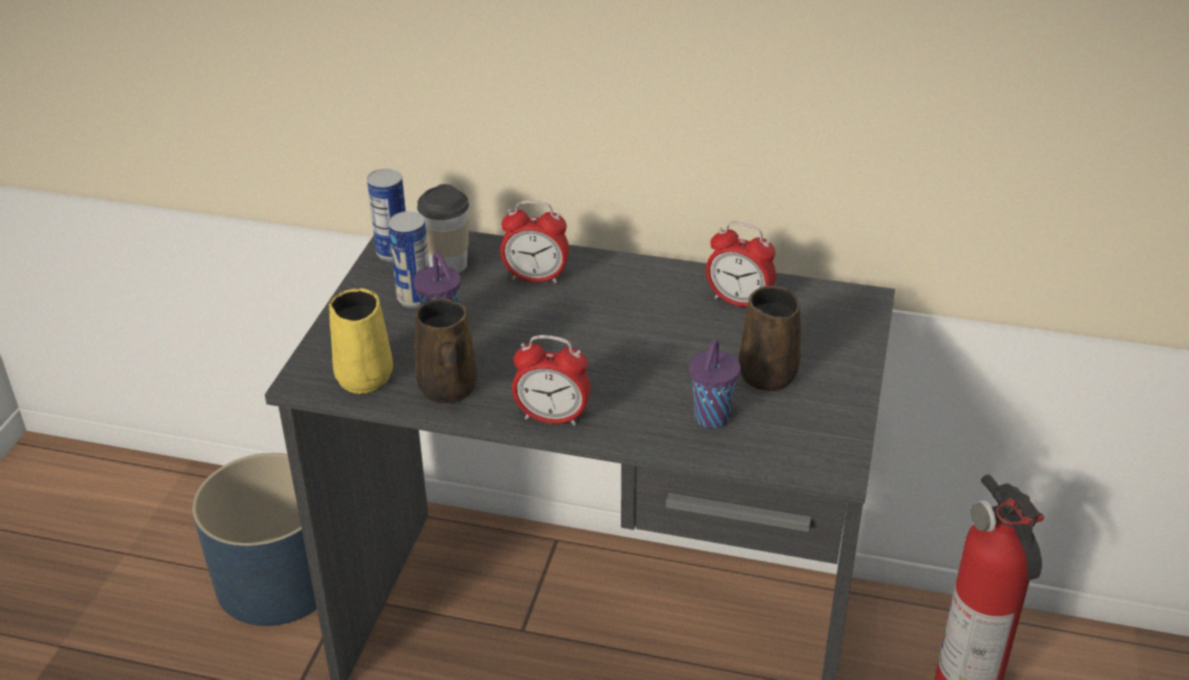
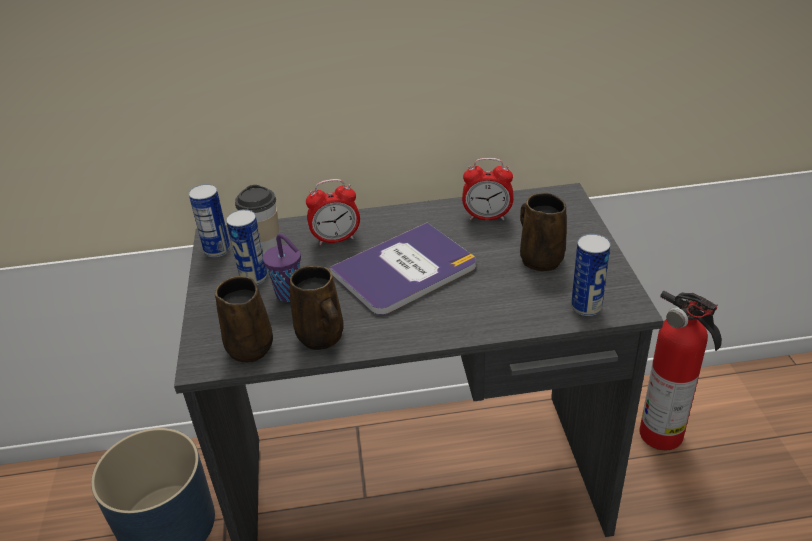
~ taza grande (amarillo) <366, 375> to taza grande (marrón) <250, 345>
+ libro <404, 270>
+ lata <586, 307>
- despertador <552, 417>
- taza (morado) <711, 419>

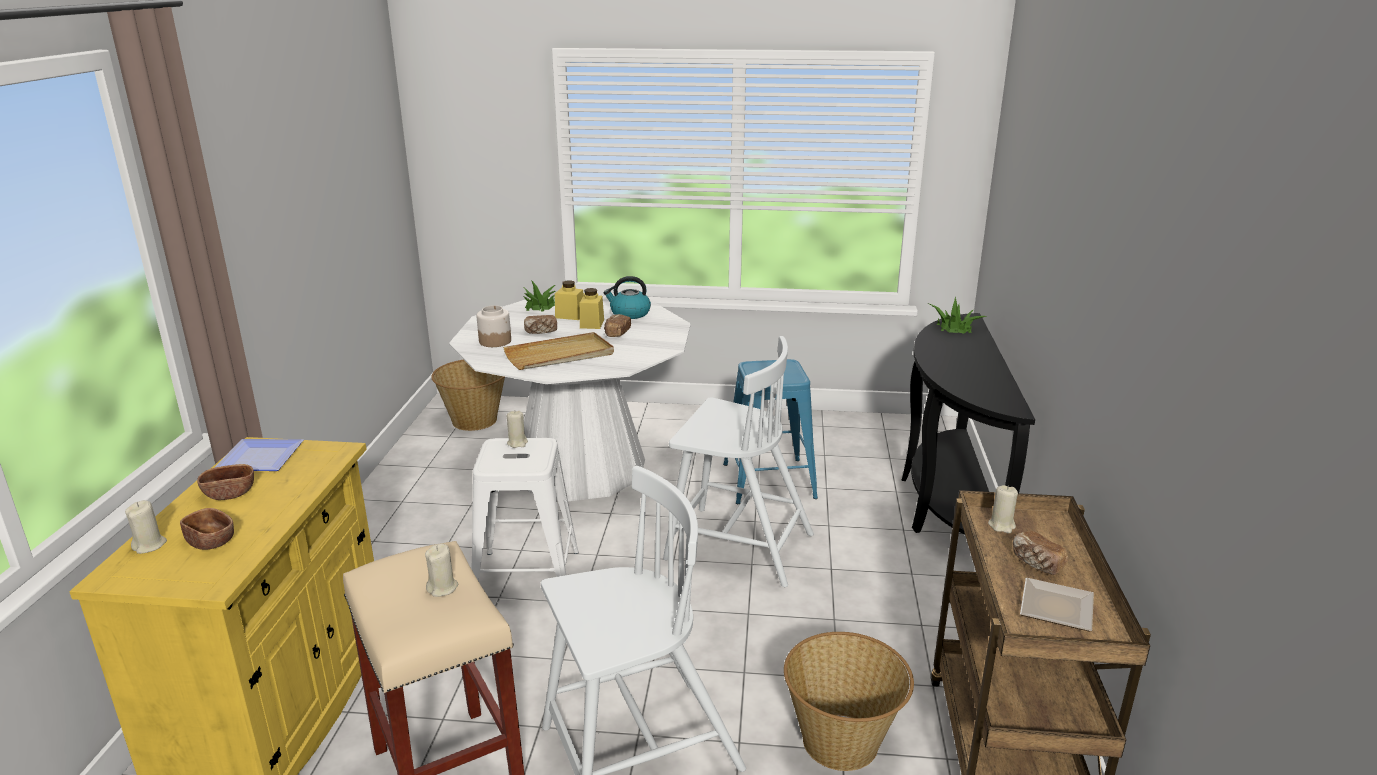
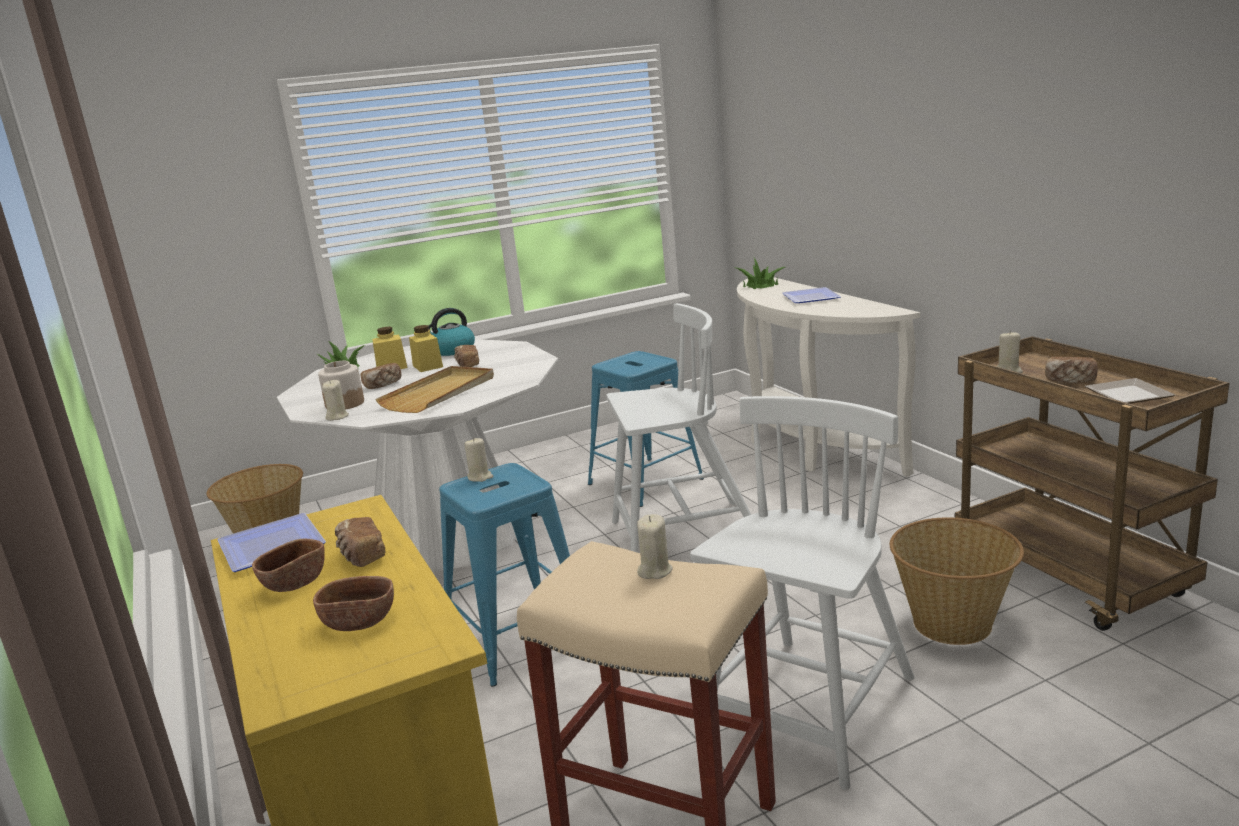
~ vela (beis) <150, 545> to <337, 417>
+ pan <361, 556>
~ taburete (blanco) <527, 579> to taburete (azul) <518, 638>
~ mesa consola (negro) <946, 505> to mesa consola (blanco) <808, 447>
+ plato <809, 299>

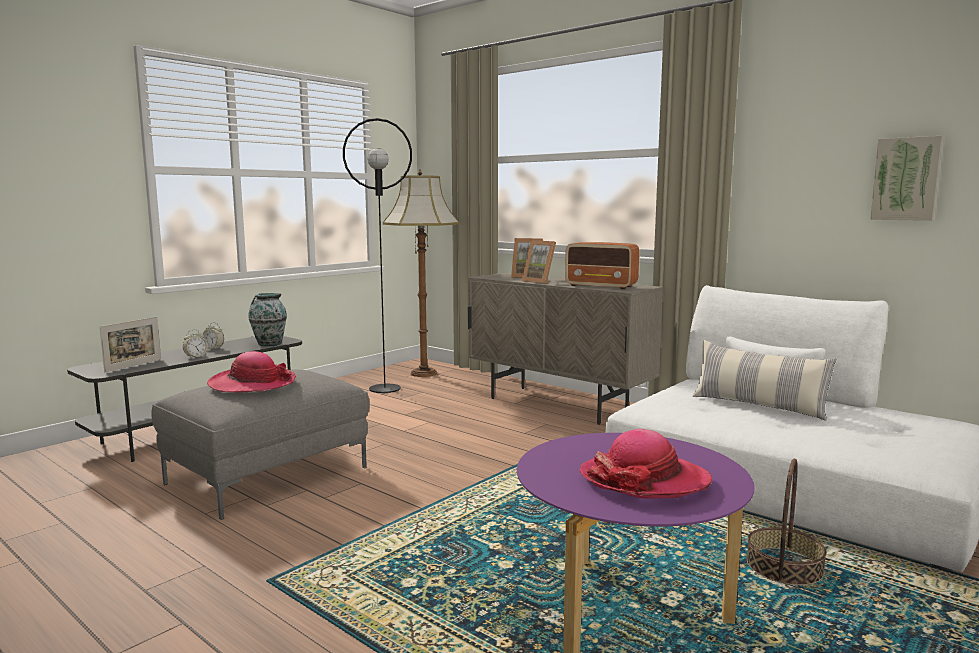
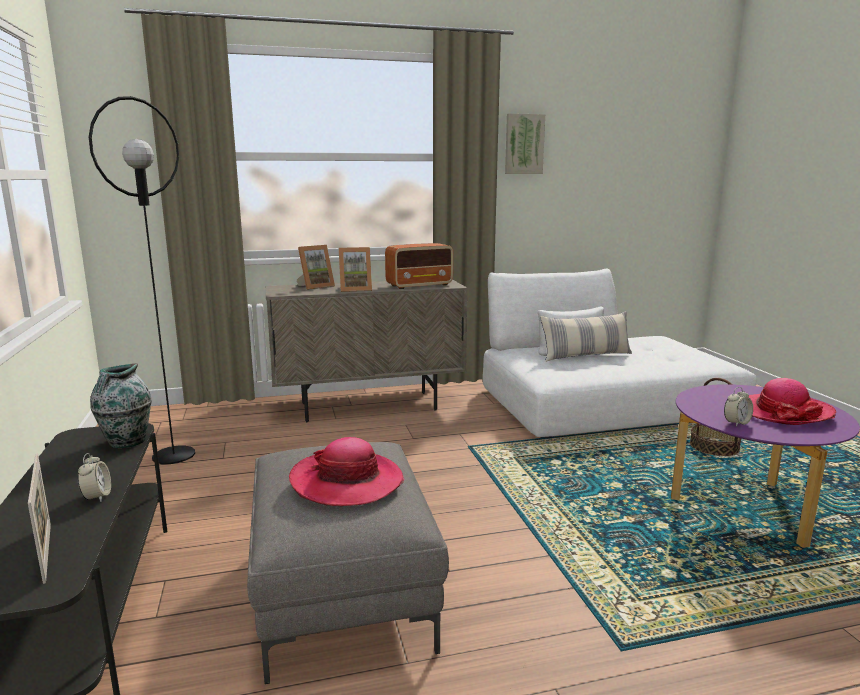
~ cuadro <906, 179> to <523, 144>
~ despertador <213, 348> to <736, 423>
- lámpara de pie <424, 373>

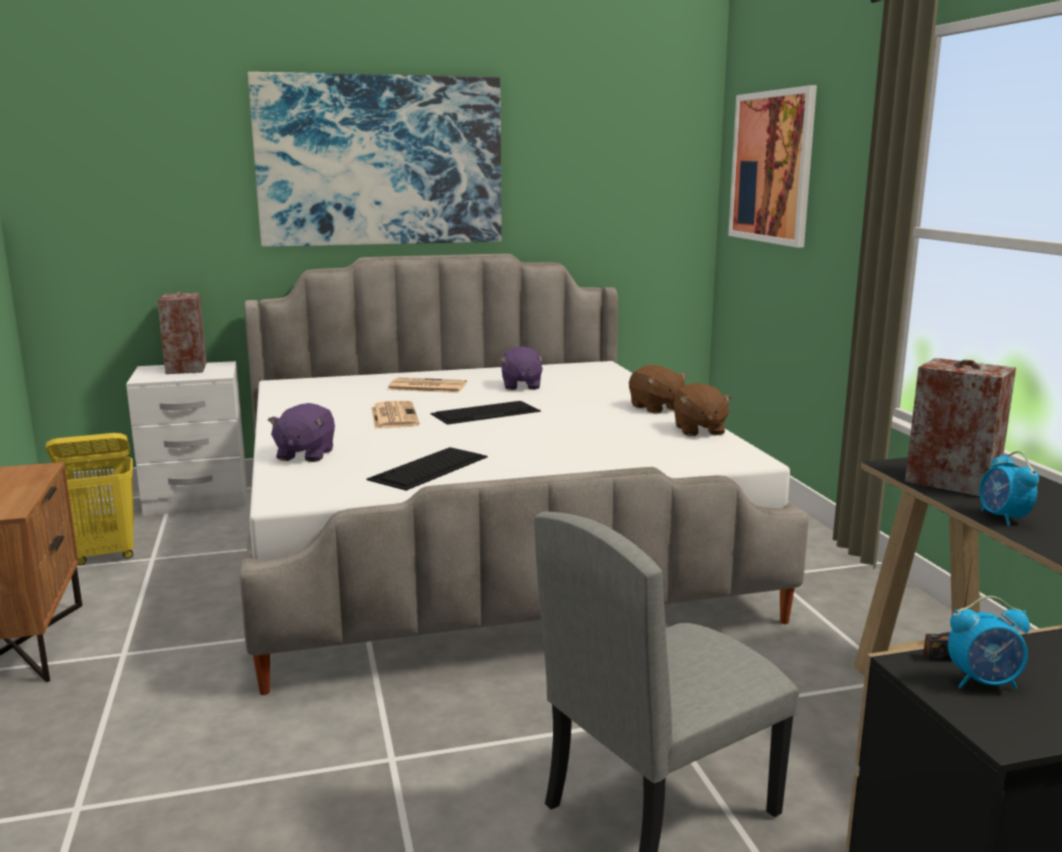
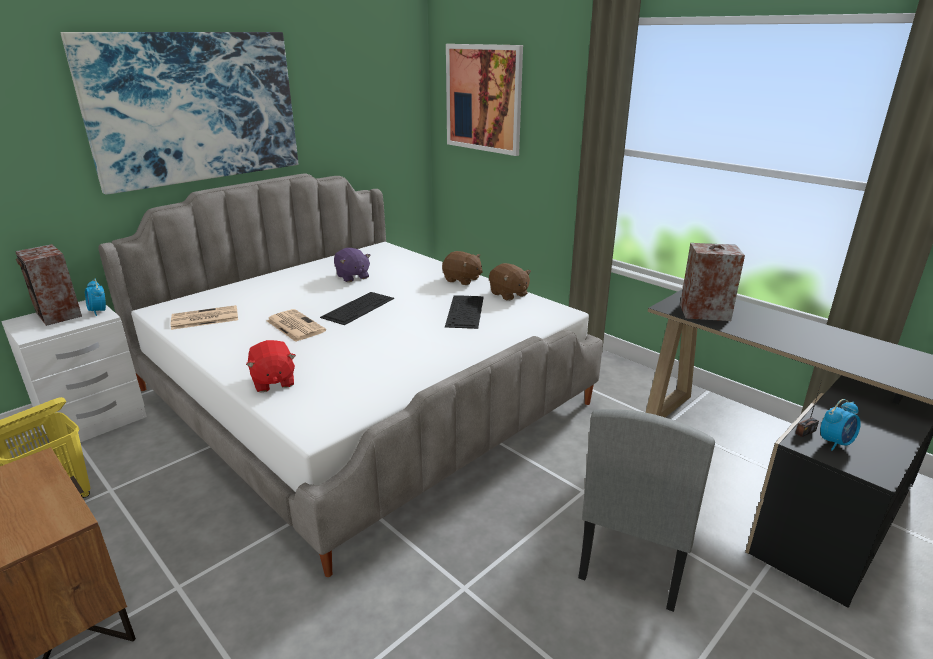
~ despertador <1003, 518> to <99, 311>
~ periódico <426, 387> to <204, 318>
~ peluche (morado) <305, 455> to peluche (rojo) <273, 381>
~ teclado <428, 468> to <465, 311>

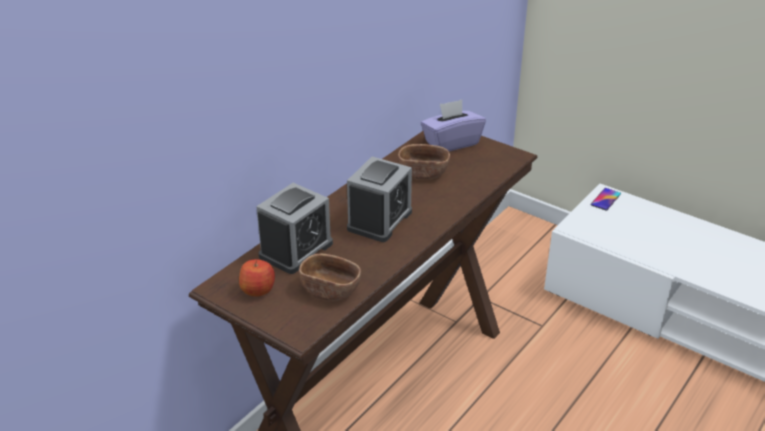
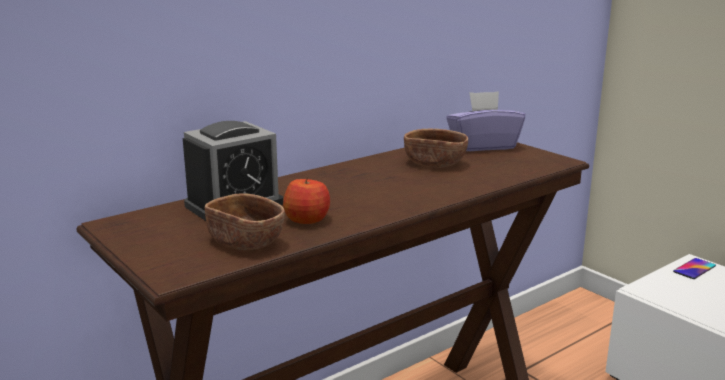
~ manzana <258, 289> to <307, 220>
- despertador <379, 220>

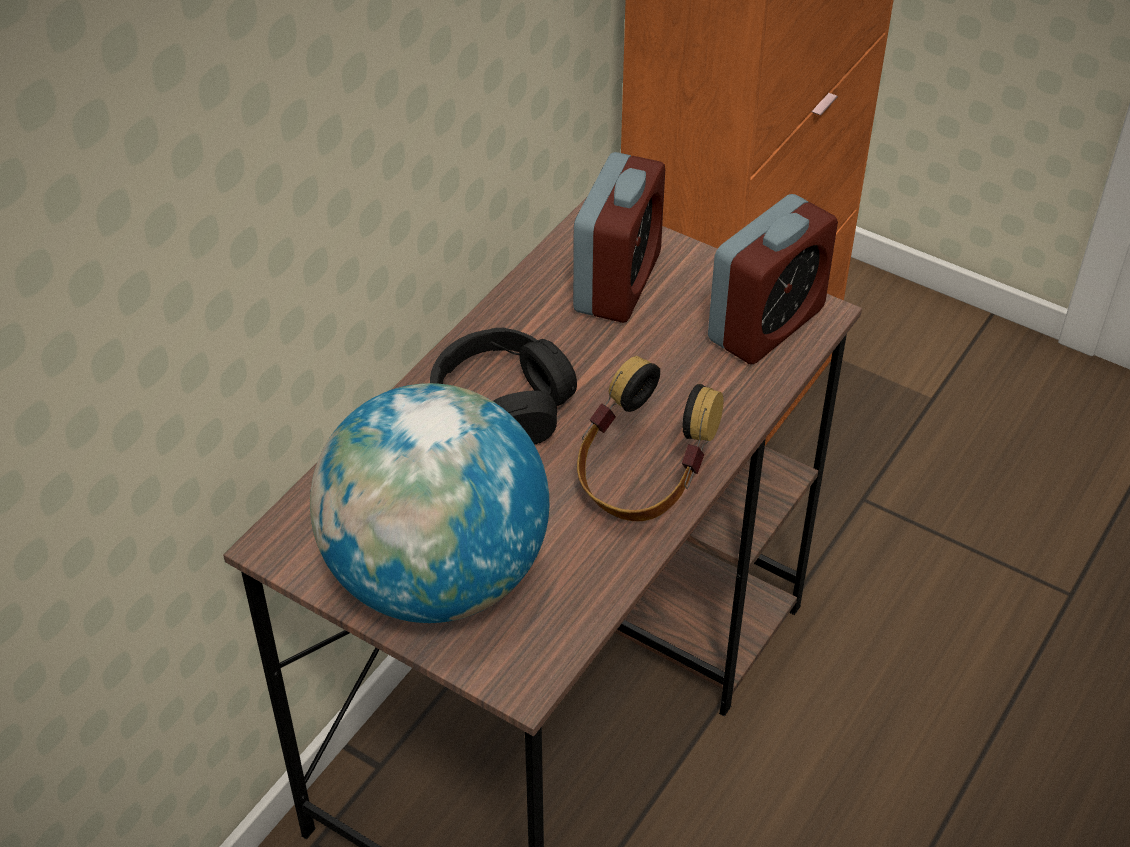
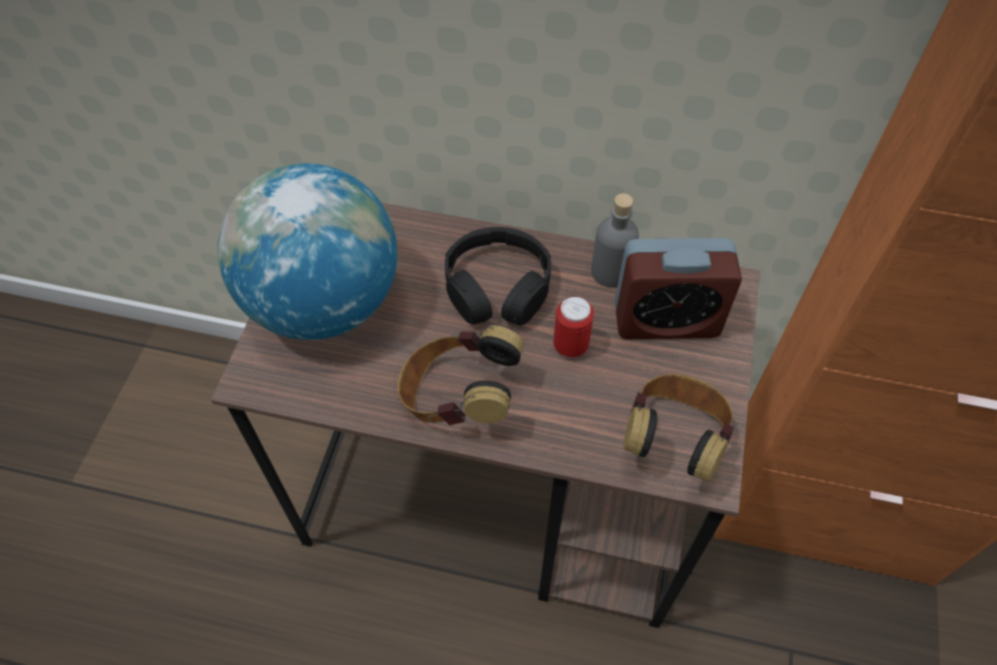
+ lata <570, 346>
+ botella (gris) <610, 271>
~ despertador <766, 324> to auriculares <673, 440>

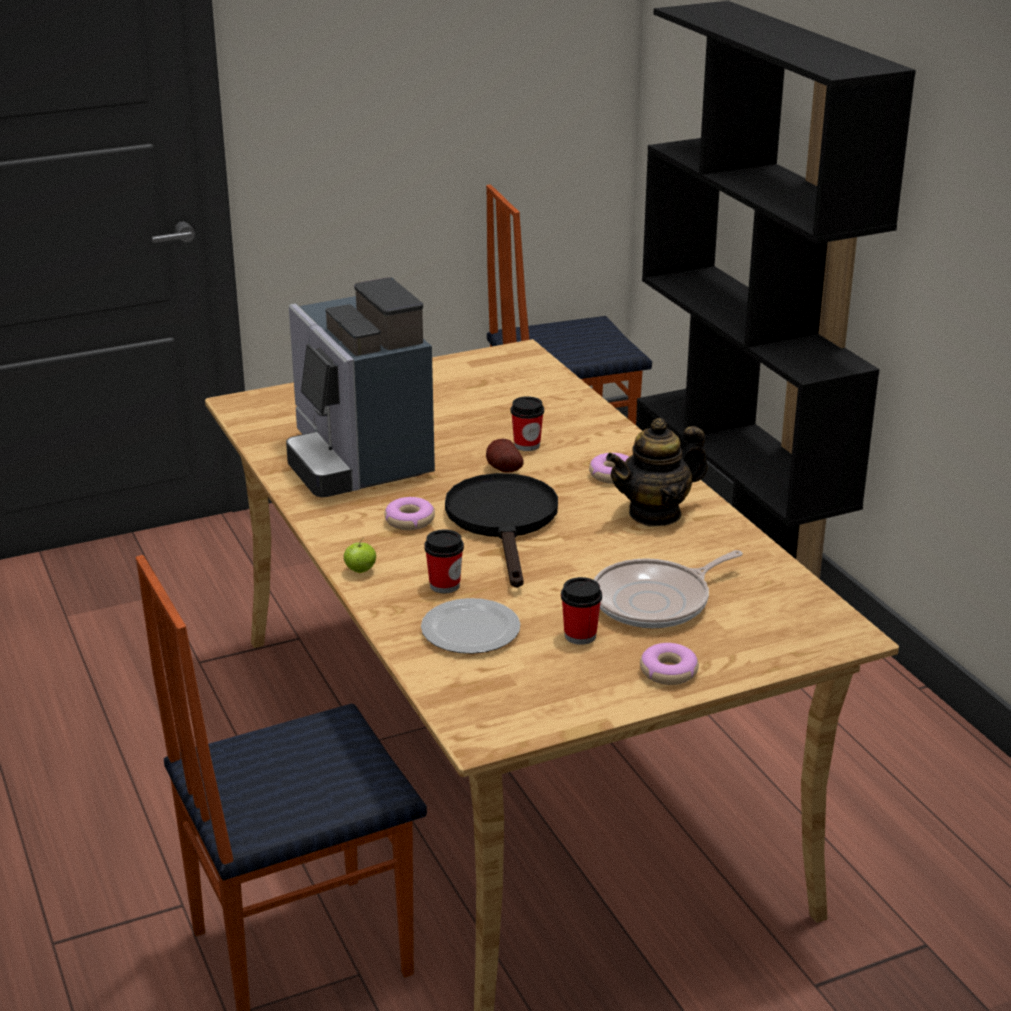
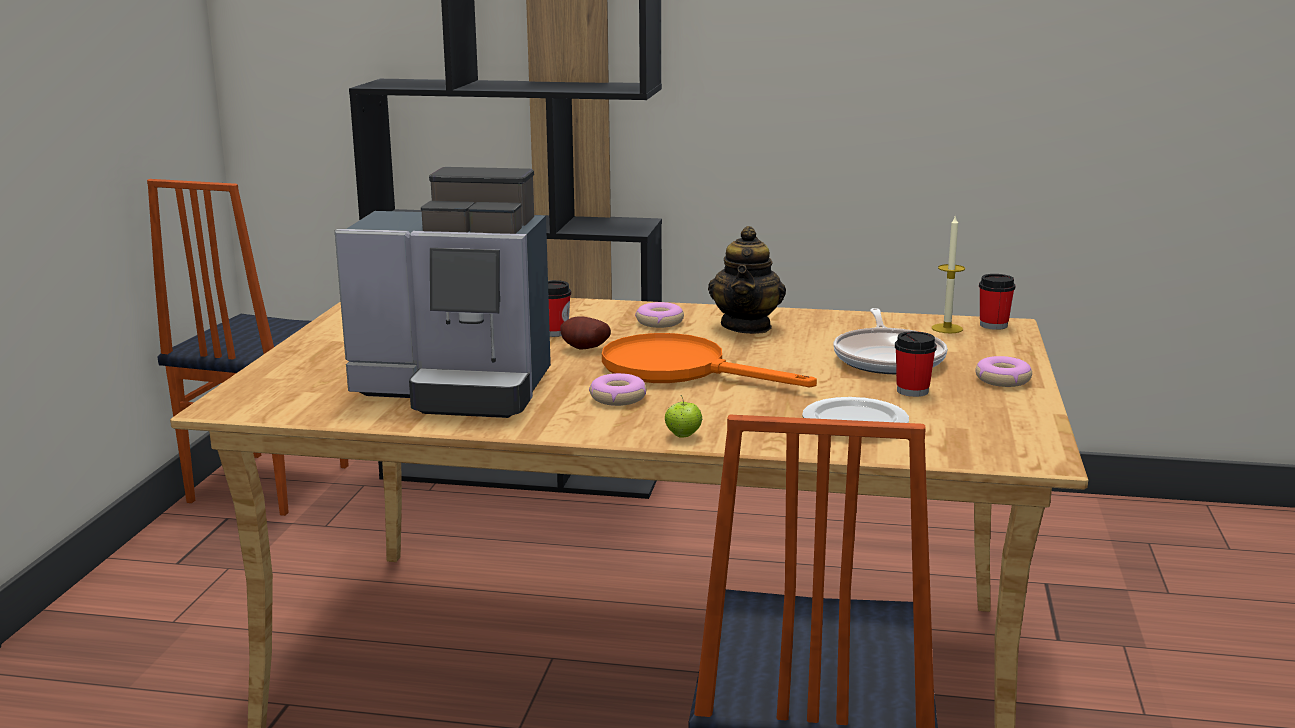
~ sartén (negro) <504, 522> to sartén (naranja) <680, 369>
+ vela <947, 328>
~ taza <444, 585> to <993, 325>

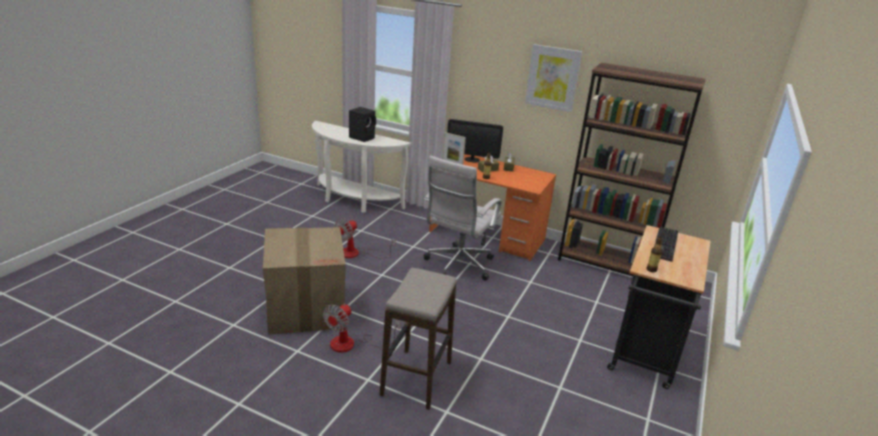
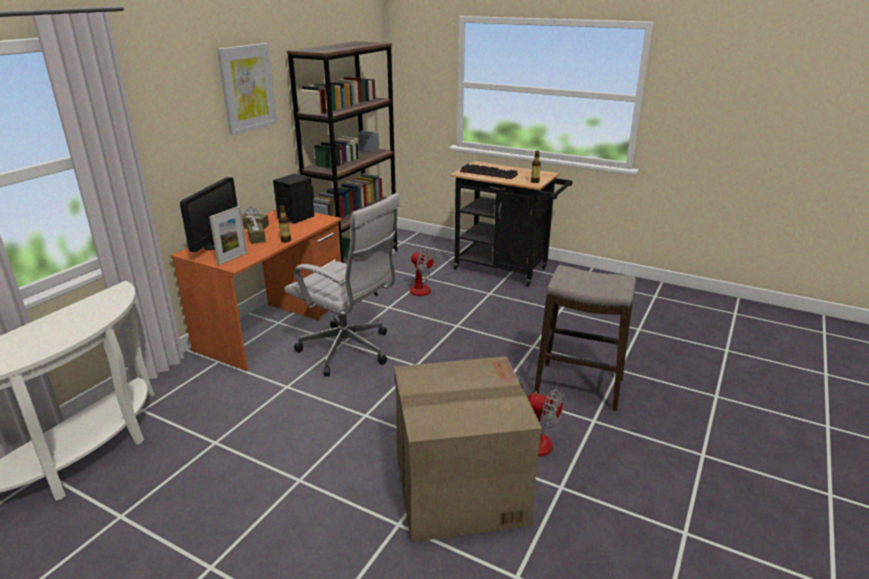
~ altavoz (negro) <362, 137> to <295, 217>
~ ventilador <356, 253> to <421, 287>

